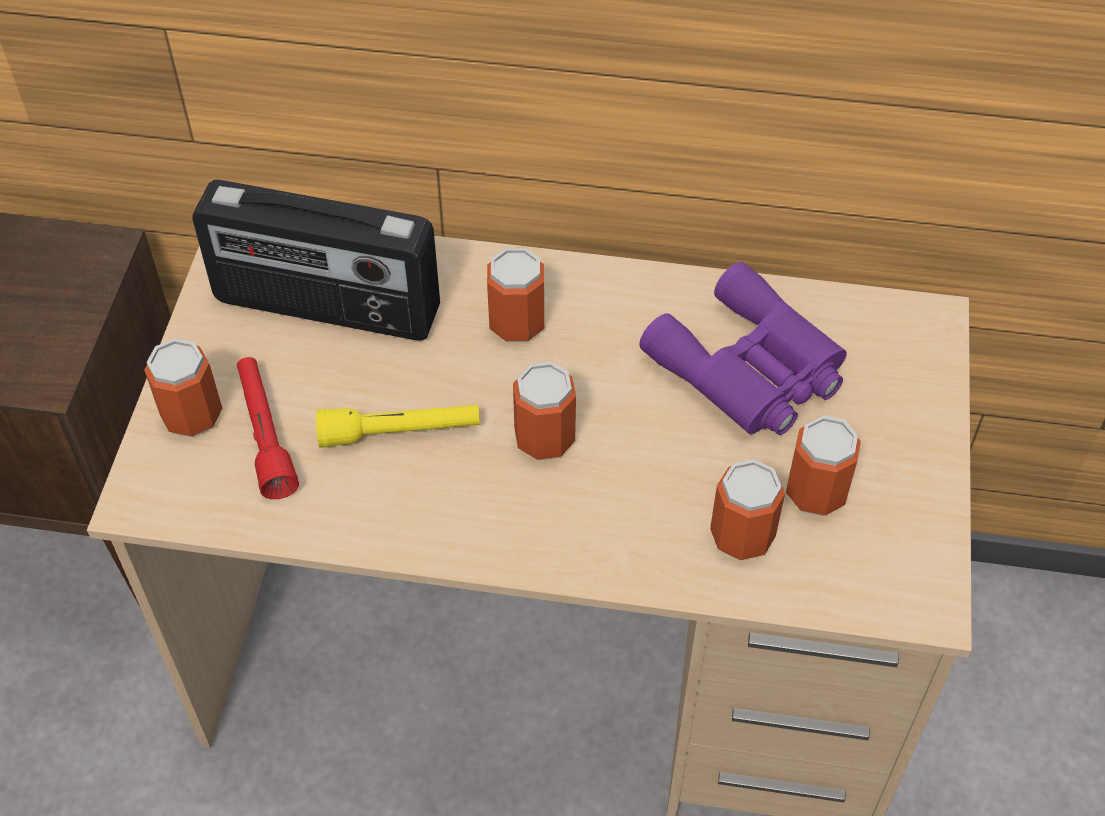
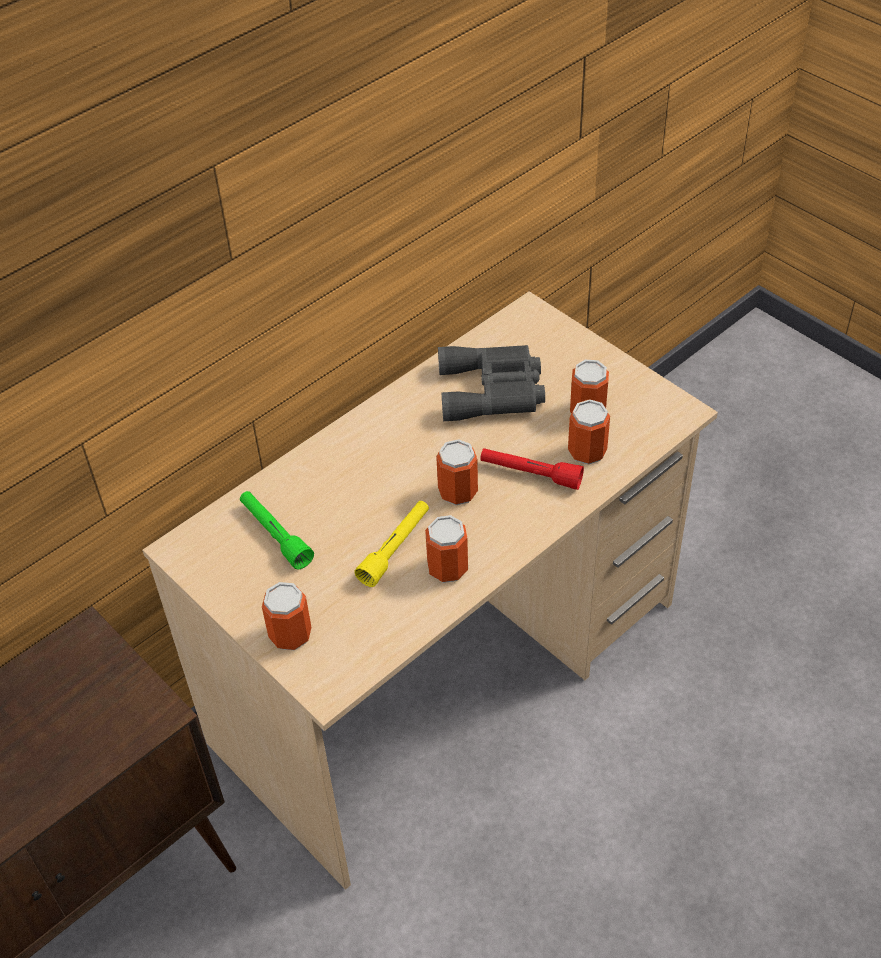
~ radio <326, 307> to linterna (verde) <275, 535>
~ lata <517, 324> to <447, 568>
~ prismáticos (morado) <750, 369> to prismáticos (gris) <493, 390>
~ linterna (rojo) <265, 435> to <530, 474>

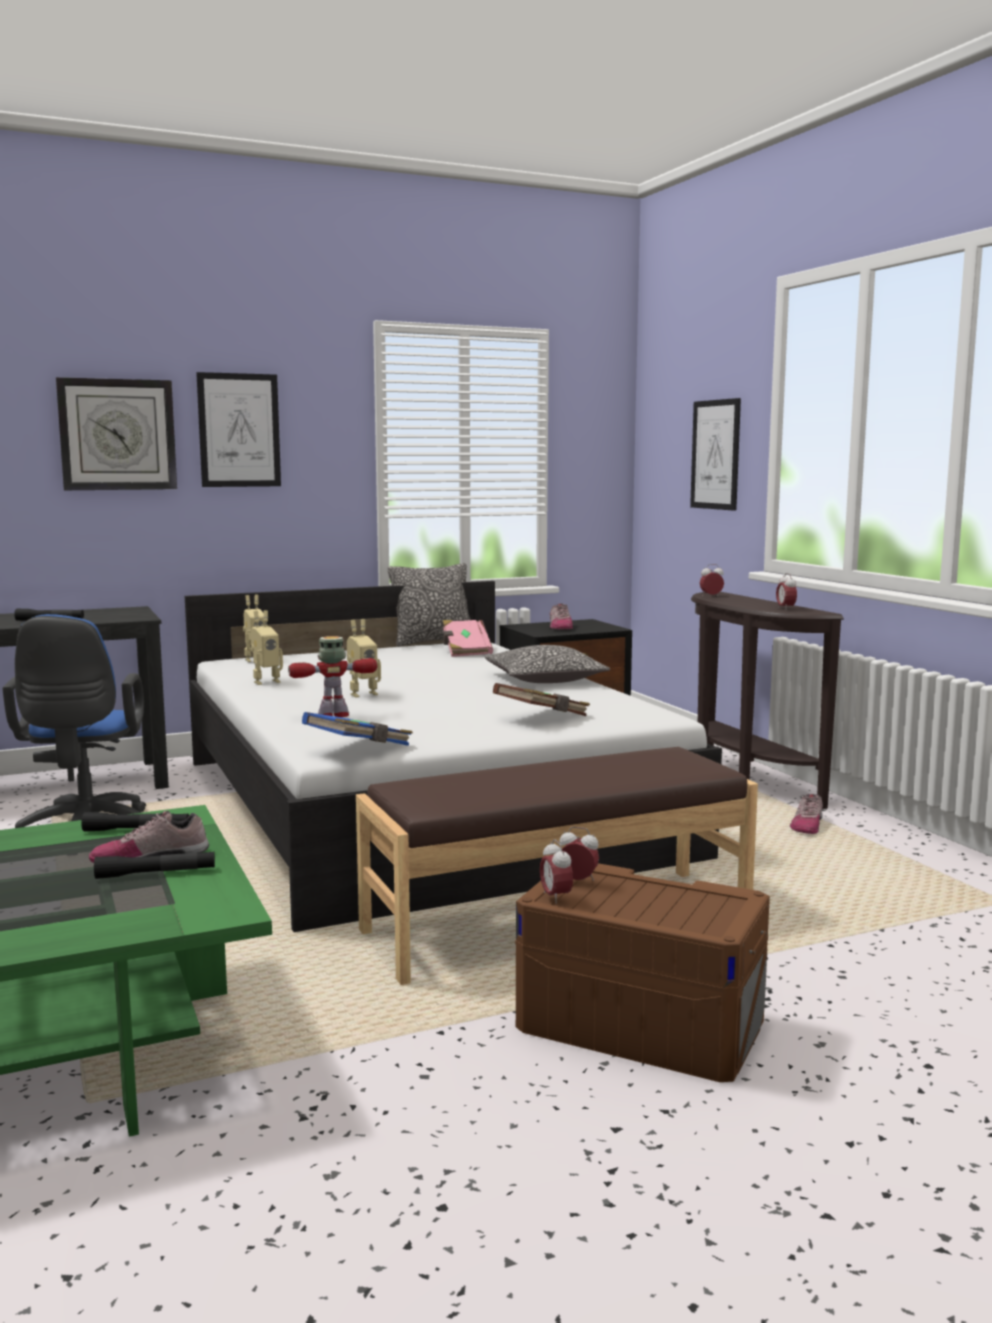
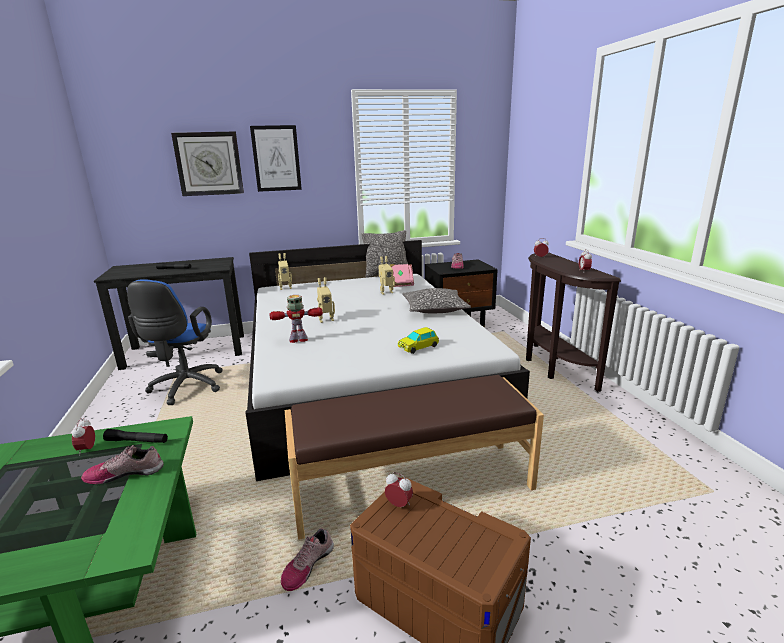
~ despertador <555, 897> to <87, 450>
~ zapato <807, 825> to <307, 565>
~ robot de juguete <265, 681> to <386, 292>
~ libro (marrón) <542, 717> to coche de juguete <418, 347>
- linterna (negro) <156, 873>
- libro (azul) <359, 749>
- cuadro <715, 454>

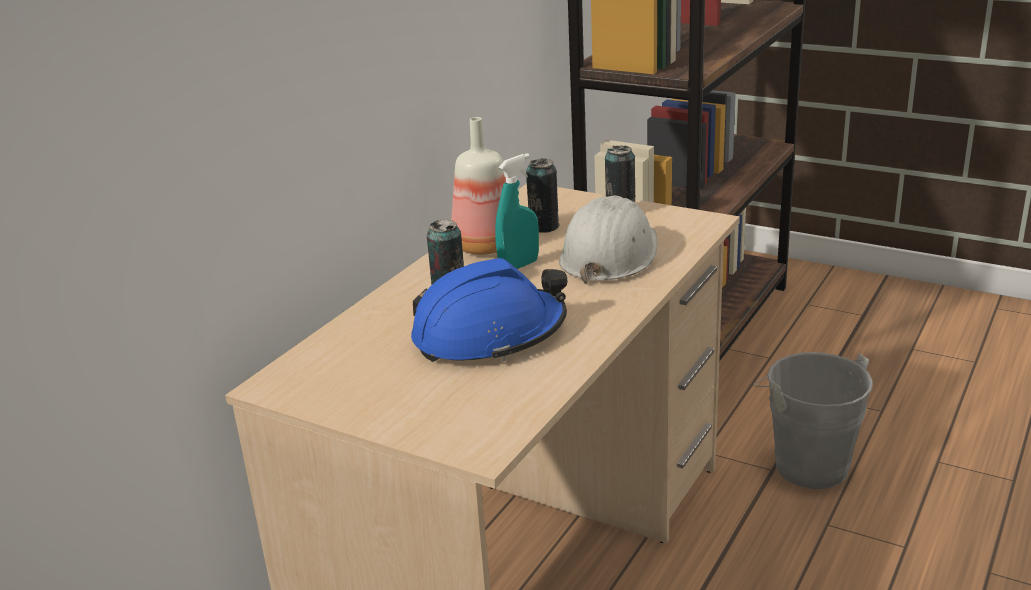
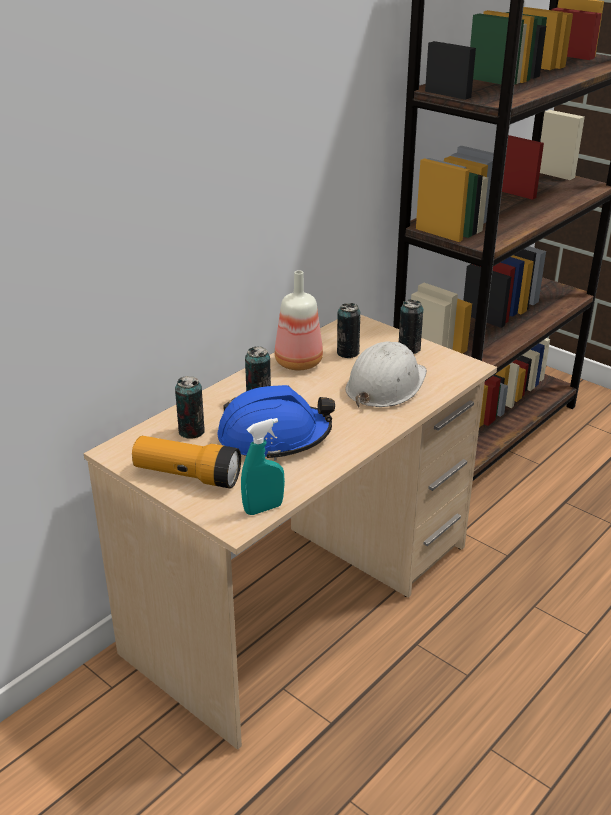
+ linterna <187, 476>
+ lata <191, 431>
~ pulverizador (turquesa) <519, 266> to <263, 508>
- cubo (gris) <806, 462>

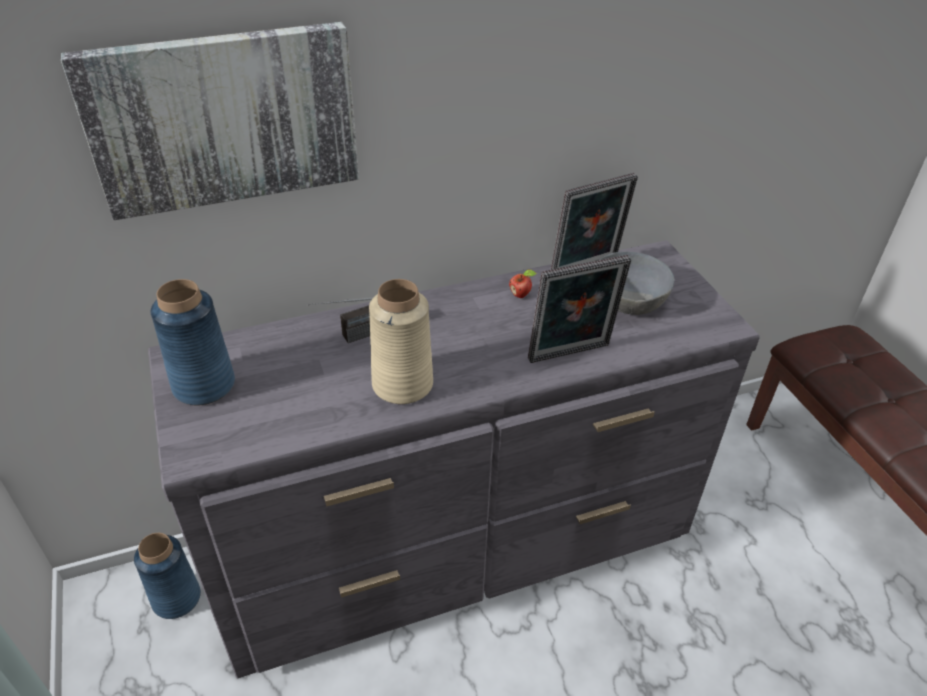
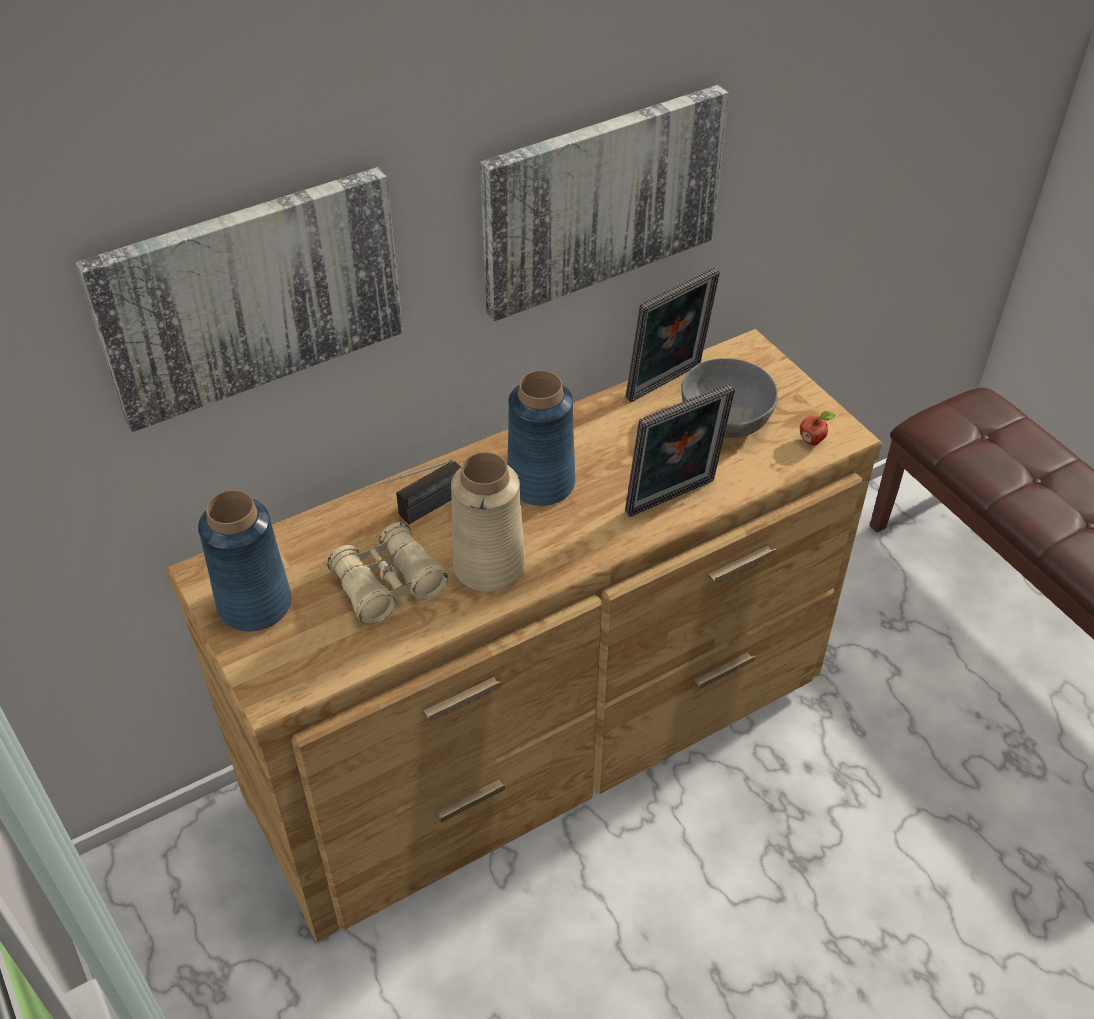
~ cómoda (gris) <458, 542> to cómoda (marrón) <545, 733>
+ prismáticos (beis) <388, 585>
+ cuadro <600, 199>
~ florero (azul) <177, 598> to <541, 483>
~ manzana <521, 295> to <813, 441>

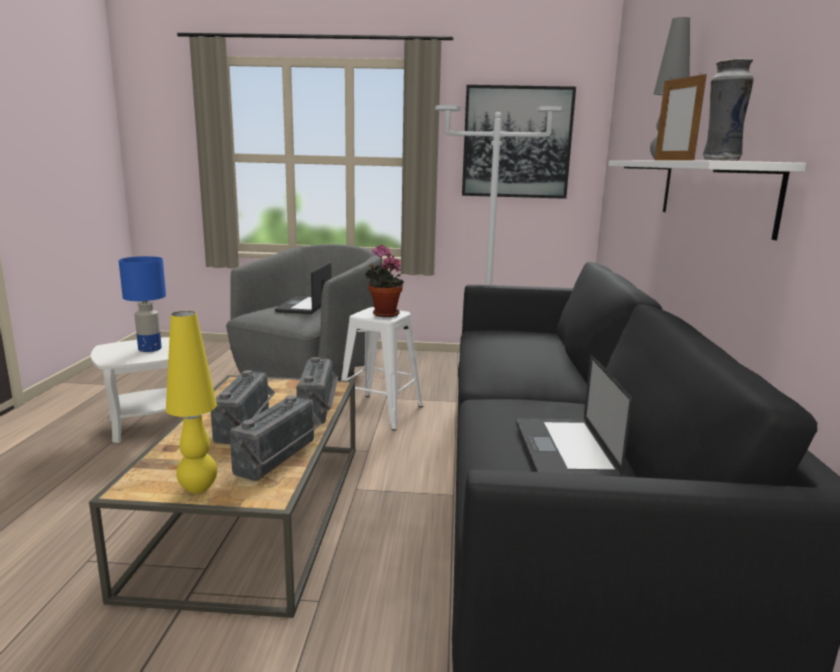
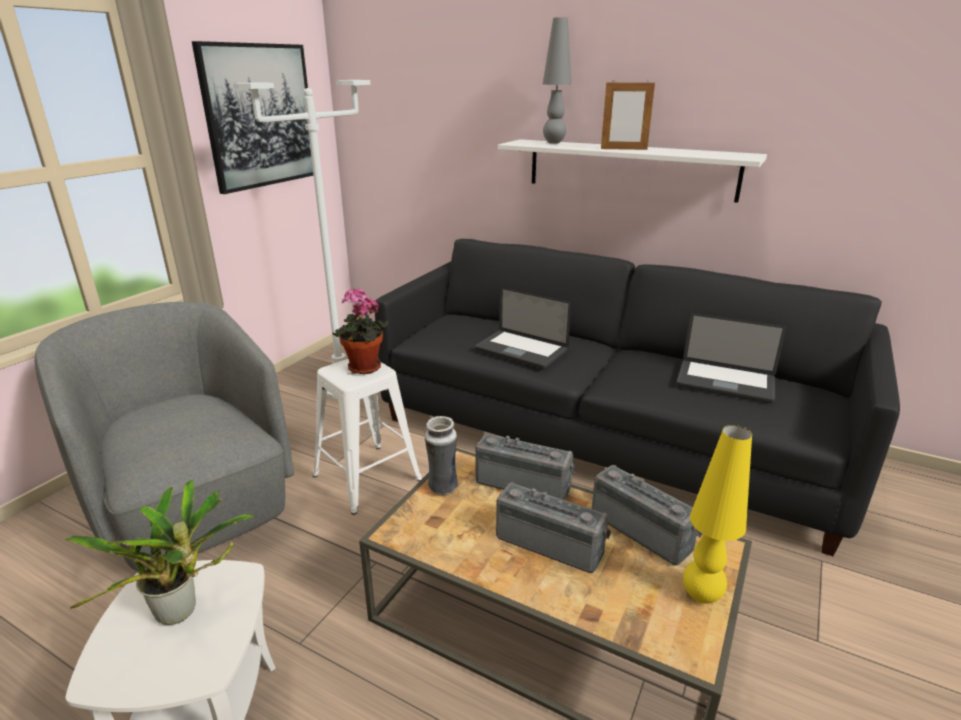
~ lámpara de mesa (azul) <150, 349> to planta en maceta <183, 612>
~ florero <720, 160> to <442, 488>
~ portátil <304, 306> to <521, 350>

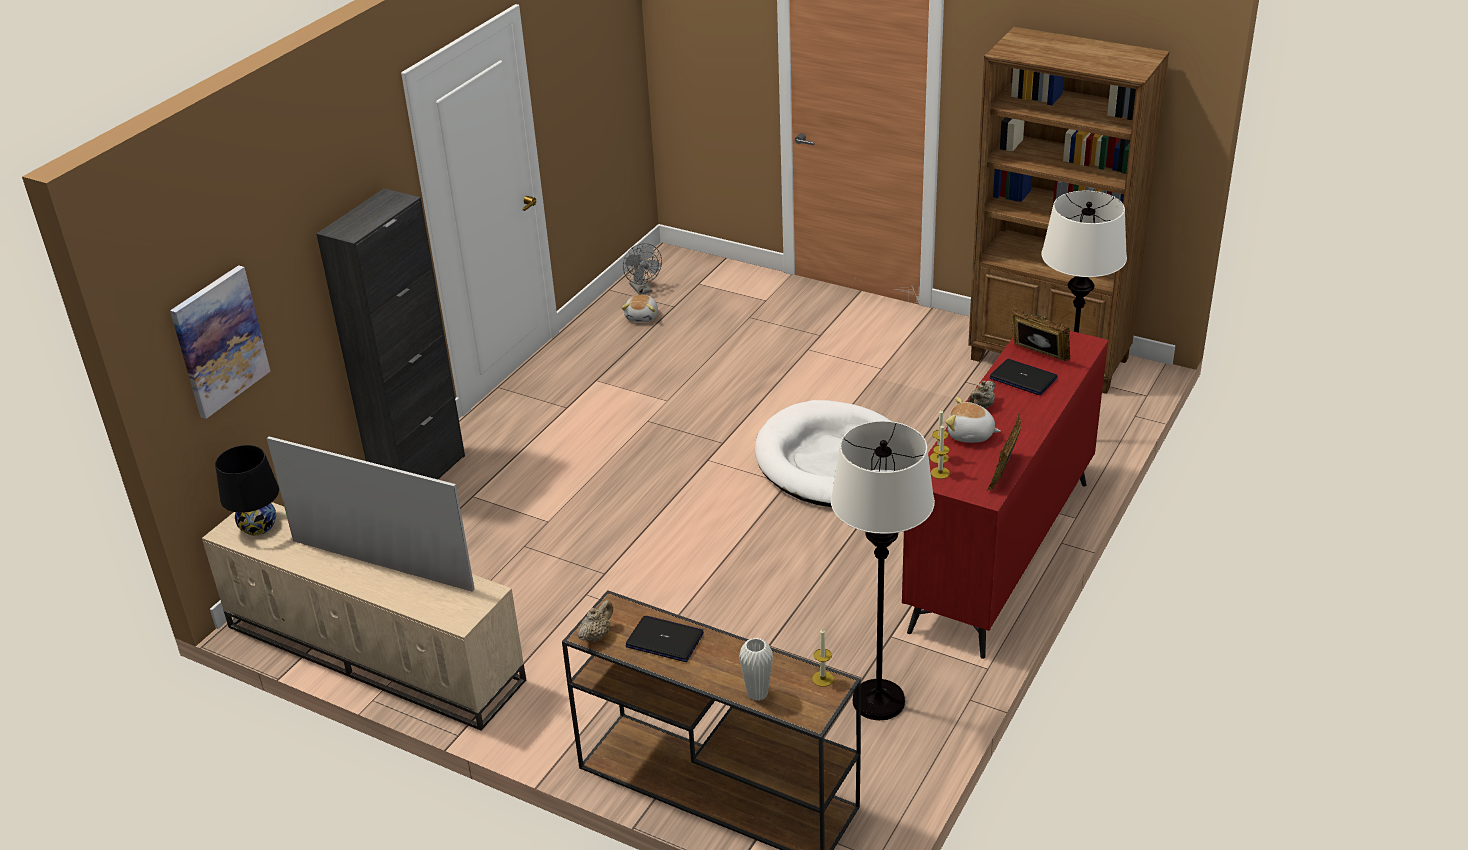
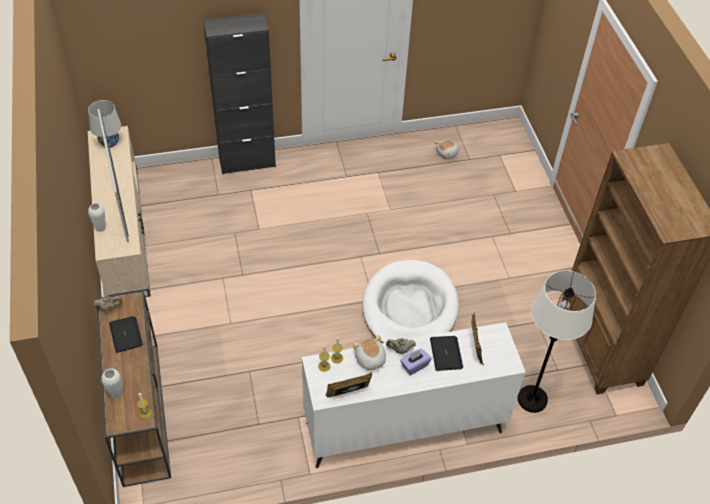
~ lámpara de mesa (negro) <258, 526> to lámpara de mesa (blanco) <109, 142>
+ florero (blanco) <100, 228>
~ cómoda (rojo) <999, 555> to cómoda (blanco) <403, 427>
+ caja de pañuelos (morado) <414, 365>
- cuadro <219, 341>
- ventilador (gris) <643, 290>
- lámpara de pie (blanco) <878, 701>

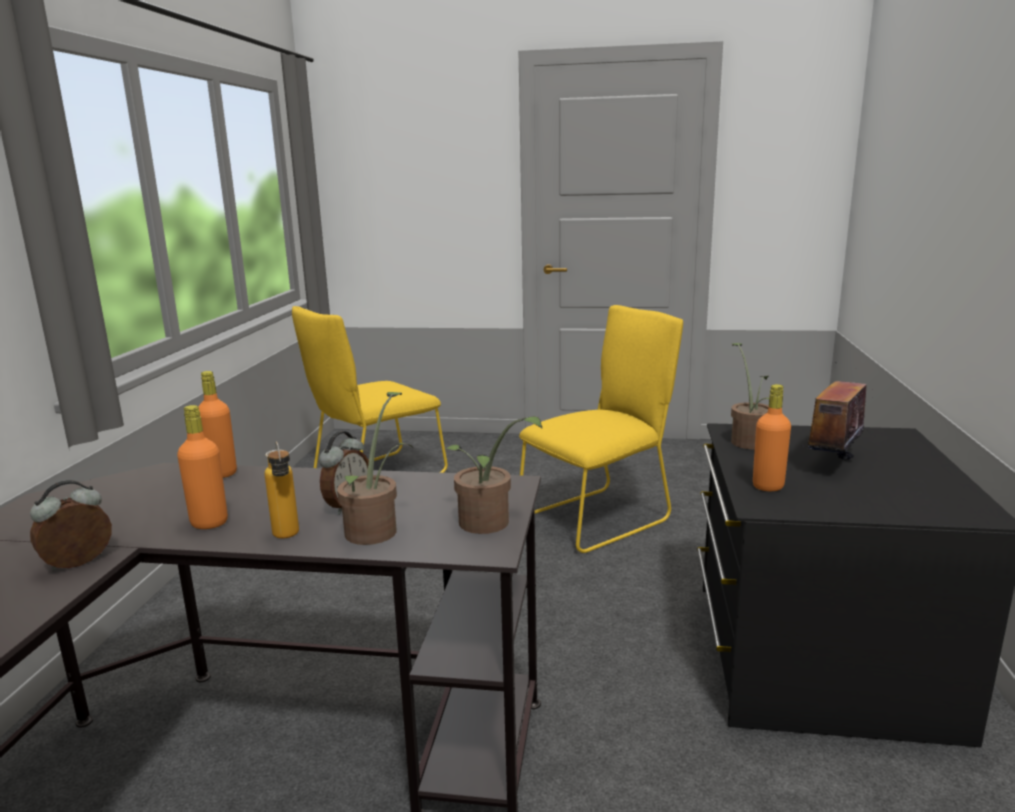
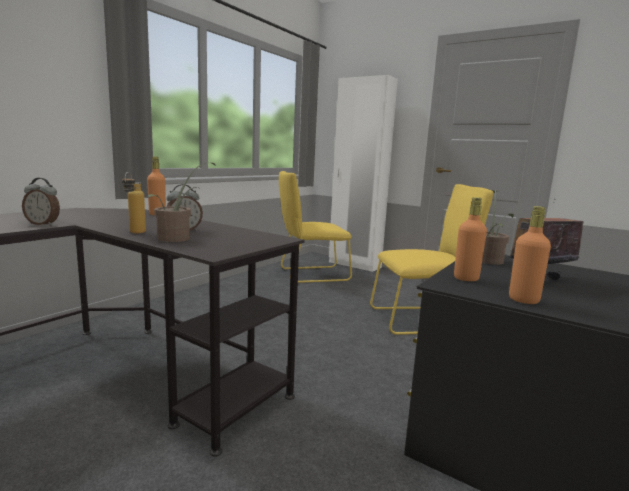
~ despertador <79, 564> = <43, 224> 150 degrees counterclockwise
+ armario ropero (blanco) <354, 265>
~ botella (naranja) <209, 523> to <523, 300>
- planta en maceta <488, 525>

